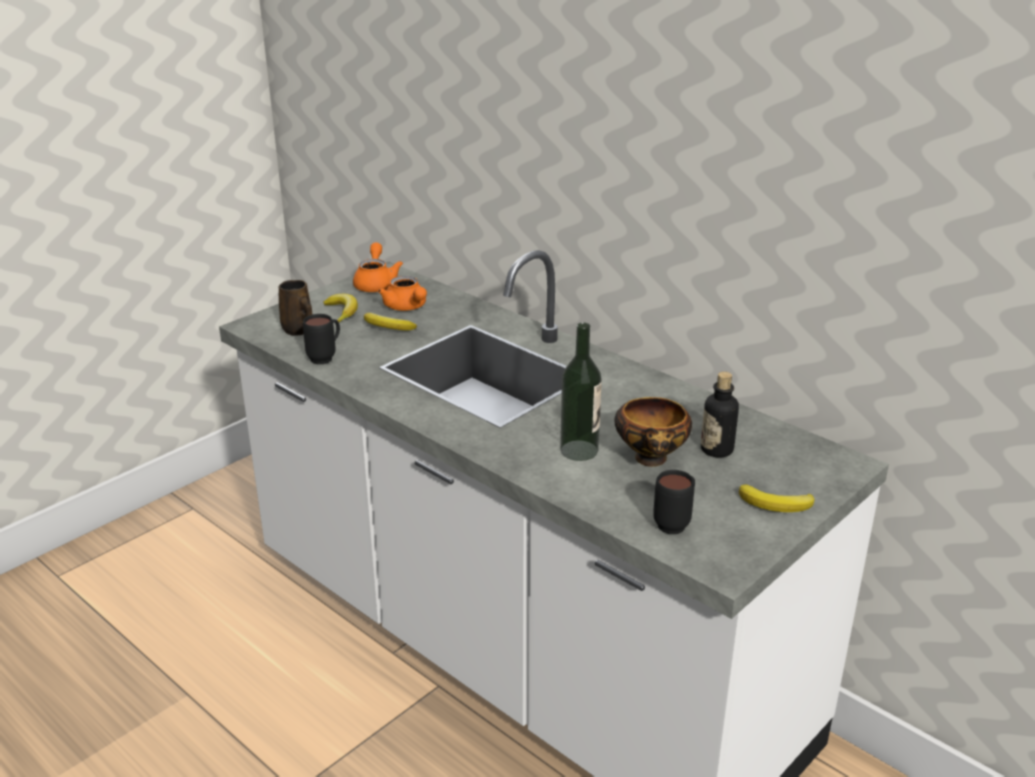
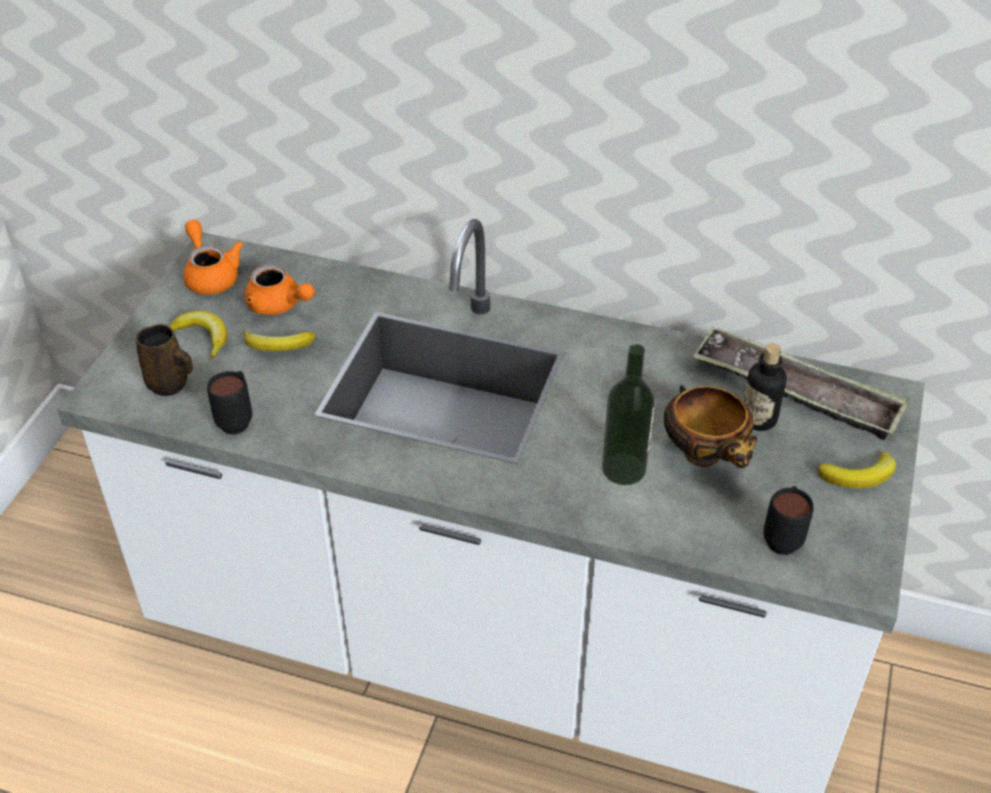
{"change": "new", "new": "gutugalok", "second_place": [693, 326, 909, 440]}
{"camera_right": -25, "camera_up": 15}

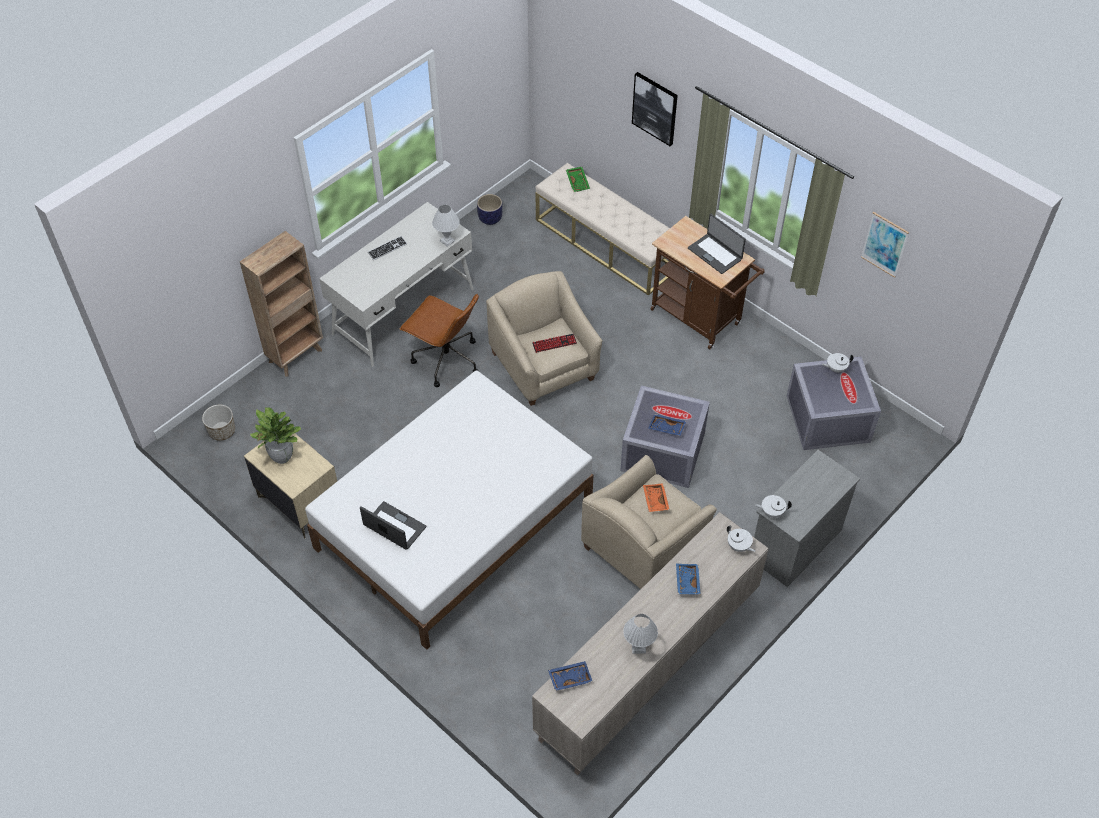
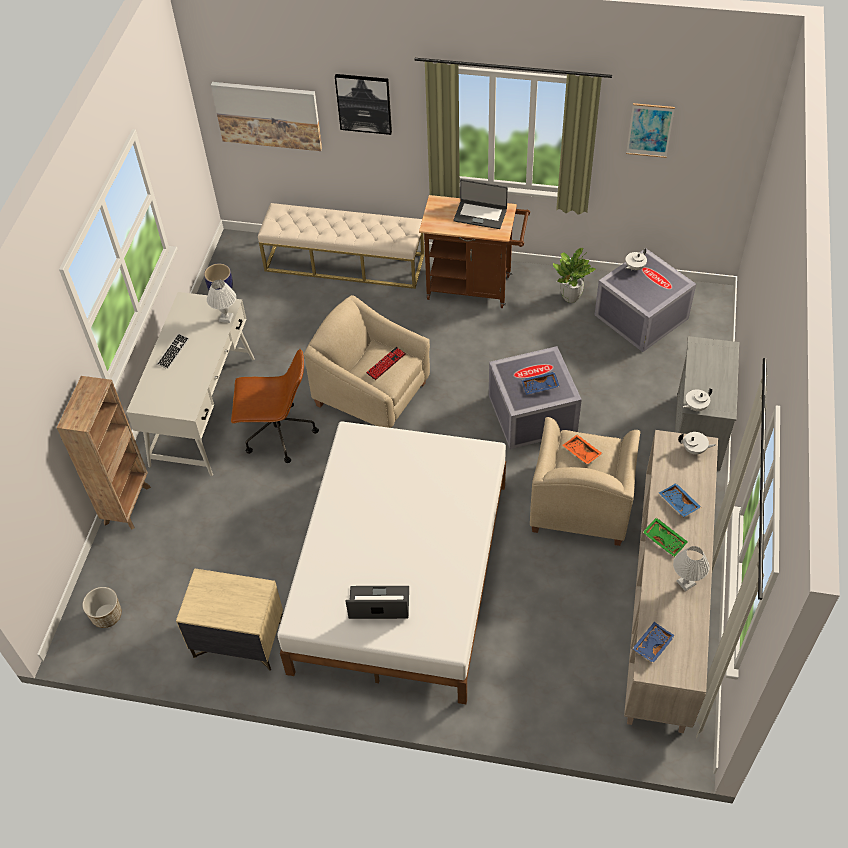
{"change": "new", "new": "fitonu", "second_place": [211, 82, 322, 151]}
{"change": "shifted", "old": "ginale", "first_place": [250, 407, 301, 464], "second_place": [553, 248, 596, 303]}
{"change": "shifted", "old": "gutugalok (green)", "first_place": [566, 167, 590, 192], "second_place": [643, 517, 688, 557]}
{"camera_right": -30, "camera_up": 0}

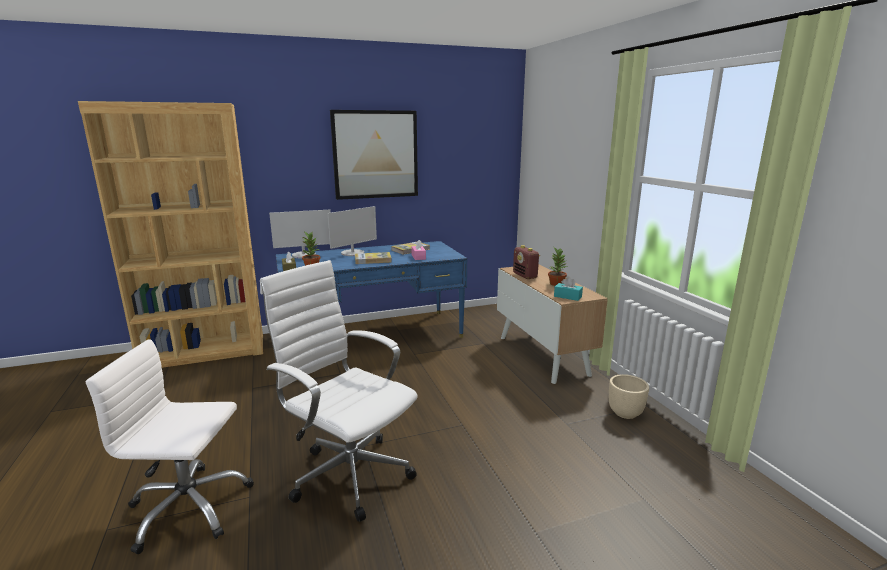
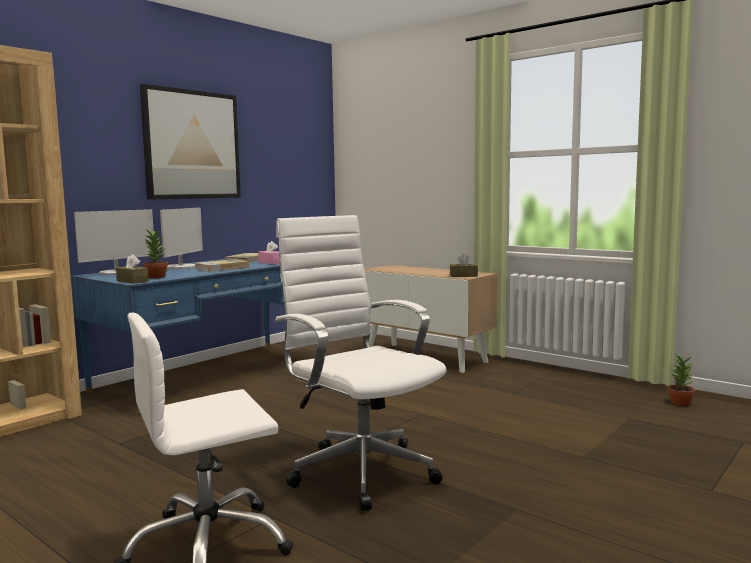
{"change": "rotated", "old": "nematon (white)", "first_place": [260, 260, 418, 522], "second_place": [275, 215, 446, 512], "degrees": 45}
{"change": "repainted", "old": "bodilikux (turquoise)", "new": "bodilikux (brown)", "first_place": [554, 277, 583, 301], "second_place": [450, 254, 478, 277]}
{"change": "shifted", "old": "ginale", "first_place": [548, 248, 568, 286], "second_place": [668, 353, 695, 406]}
{"change": "gone", "old": "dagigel", "first_place": [513, 245, 540, 279]}
{"change": "gone", "old": "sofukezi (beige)", "first_place": [609, 374, 649, 419]}
{"camera_right": -30, "camera_up": -10}

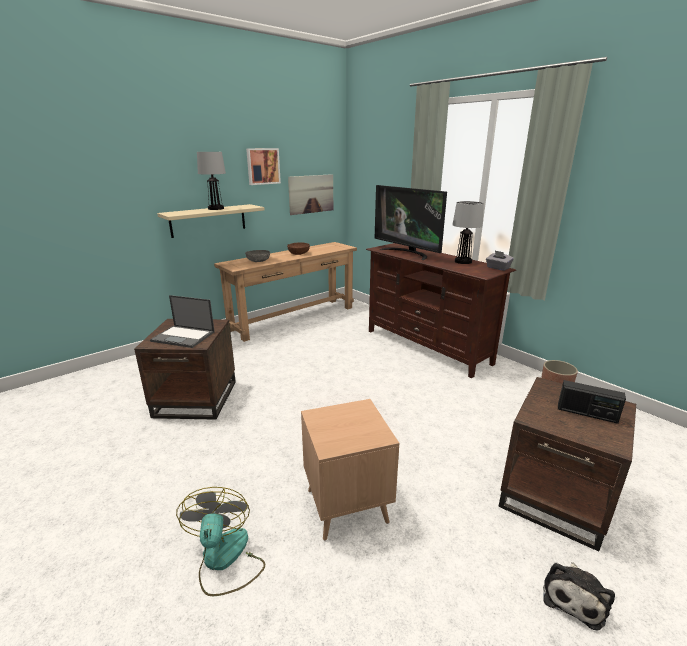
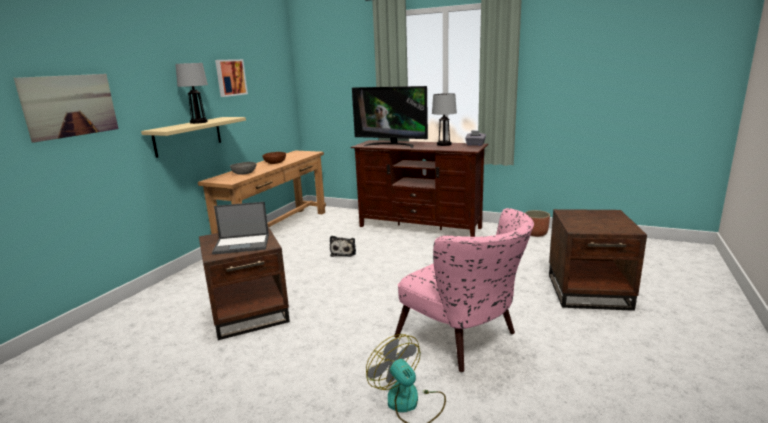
{"change": "shifted", "old": "fitonu", "first_place": [288, 174, 333, 215], "second_place": [14, 74, 119, 143]}
{"change": "shifted", "old": "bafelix", "first_place": [543, 562, 615, 630], "second_place": [330, 236, 356, 257]}
{"change": "swapped", "old": "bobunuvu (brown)", "new": "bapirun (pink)", "first_place": [301, 399, 399, 541], "second_place": [394, 208, 534, 372]}
{"change": "gone", "old": "dagigel", "first_place": [558, 380, 626, 424]}
{"camera_right": -25, "camera_up": -5}

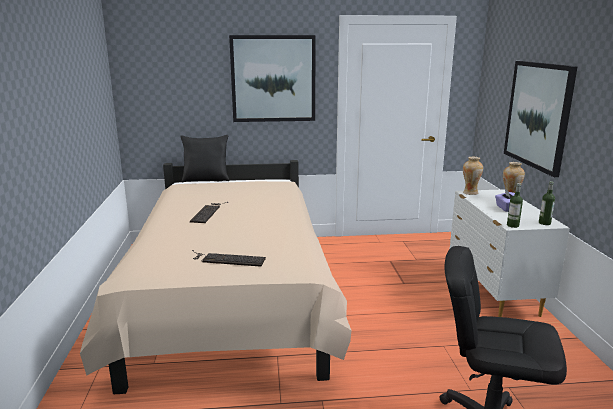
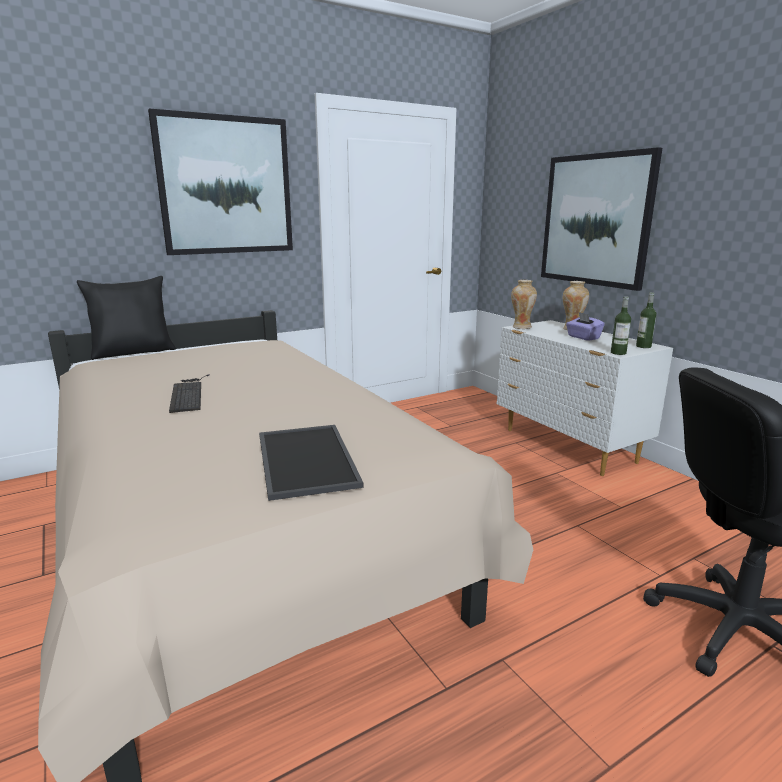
{"change": "swapped", "old": "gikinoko", "new": "gutugalok", "first_place": [192, 250, 266, 267], "second_place": [259, 425, 364, 501]}
{"camera_right": -25, "camera_up": 0}

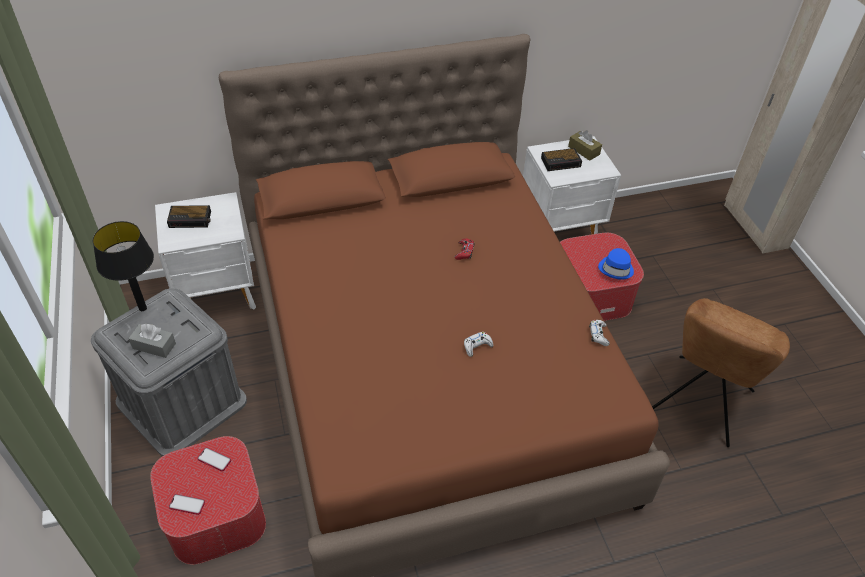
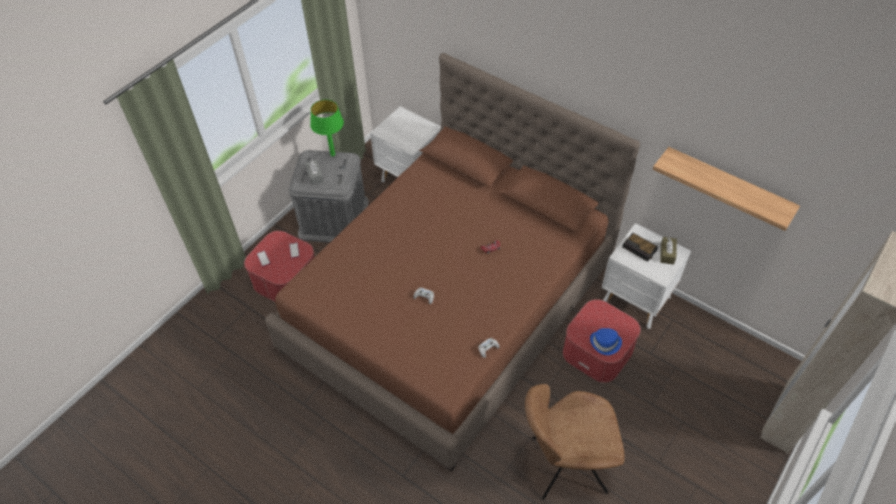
{"change": "repainted", "old": "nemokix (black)", "new": "nemokix (green)", "first_place": [93, 221, 154, 311], "second_place": [310, 100, 344, 156]}
{"change": "new", "new": "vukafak", "second_place": [653, 147, 800, 231]}
{"change": "gone", "old": "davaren", "first_place": [167, 205, 211, 228]}
{"camera_right": 55, "camera_up": 5}

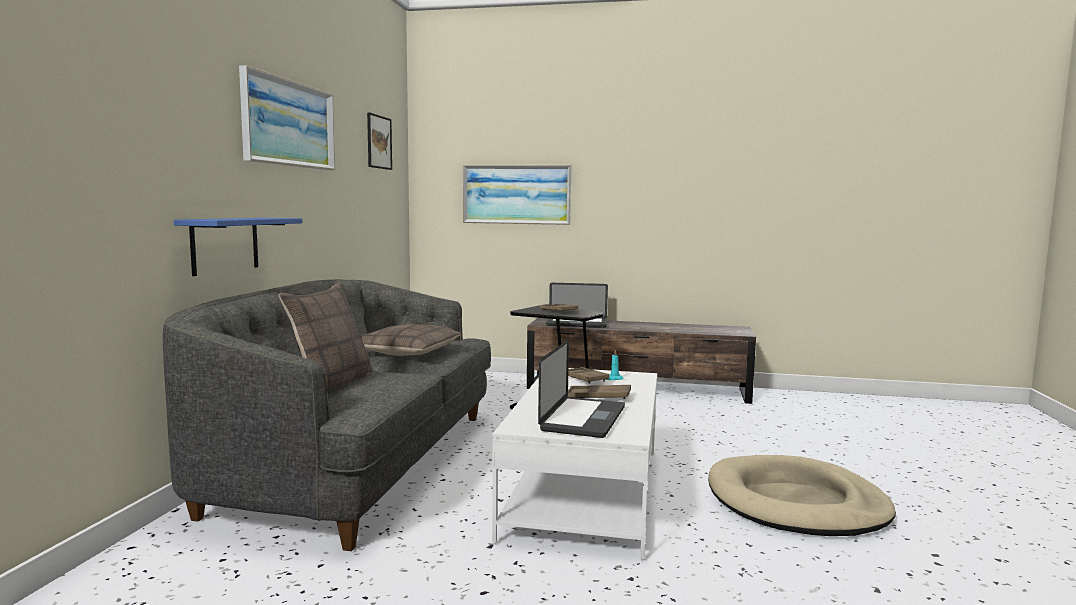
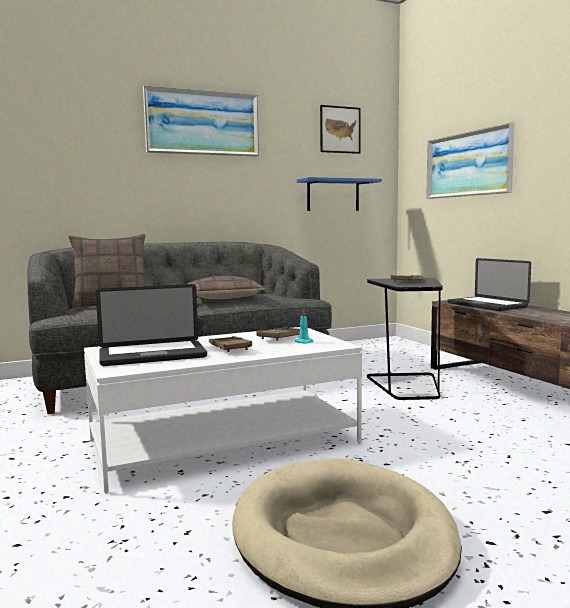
{"change": "shifted", "old": "vukafak (blue)", "first_place": [174, 218, 302, 276], "second_place": [297, 177, 382, 211]}
{"camera_right": 55, "camera_up": 0}

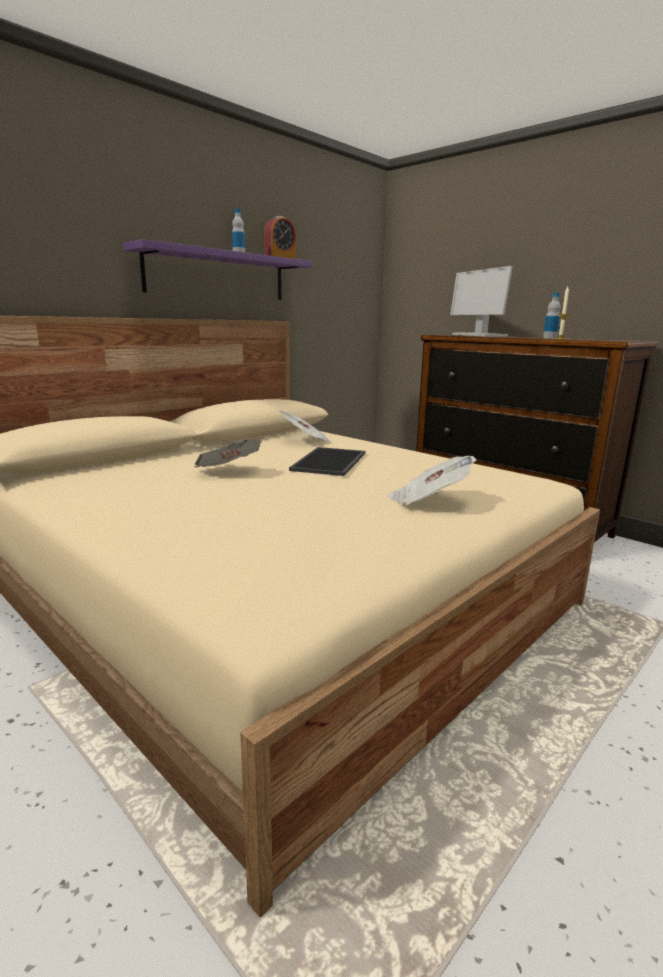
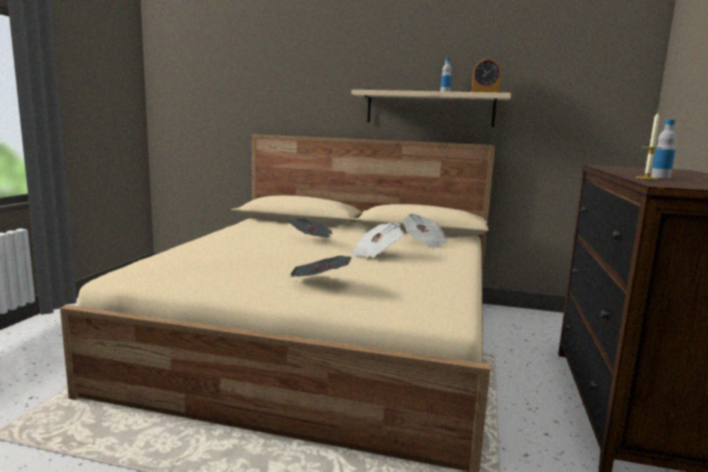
{"change": "swapped", "old": "gutugalok", "new": "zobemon", "first_place": [289, 447, 365, 476], "second_place": [350, 222, 404, 257]}
{"change": "repainted", "old": "vukafak (purple)", "new": "vukafak (beige)", "first_place": [123, 239, 312, 300], "second_place": [351, 90, 511, 127]}
{"change": "gone", "old": "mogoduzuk", "first_place": [450, 266, 513, 337]}
{"camera_right": 60, "camera_up": -5}

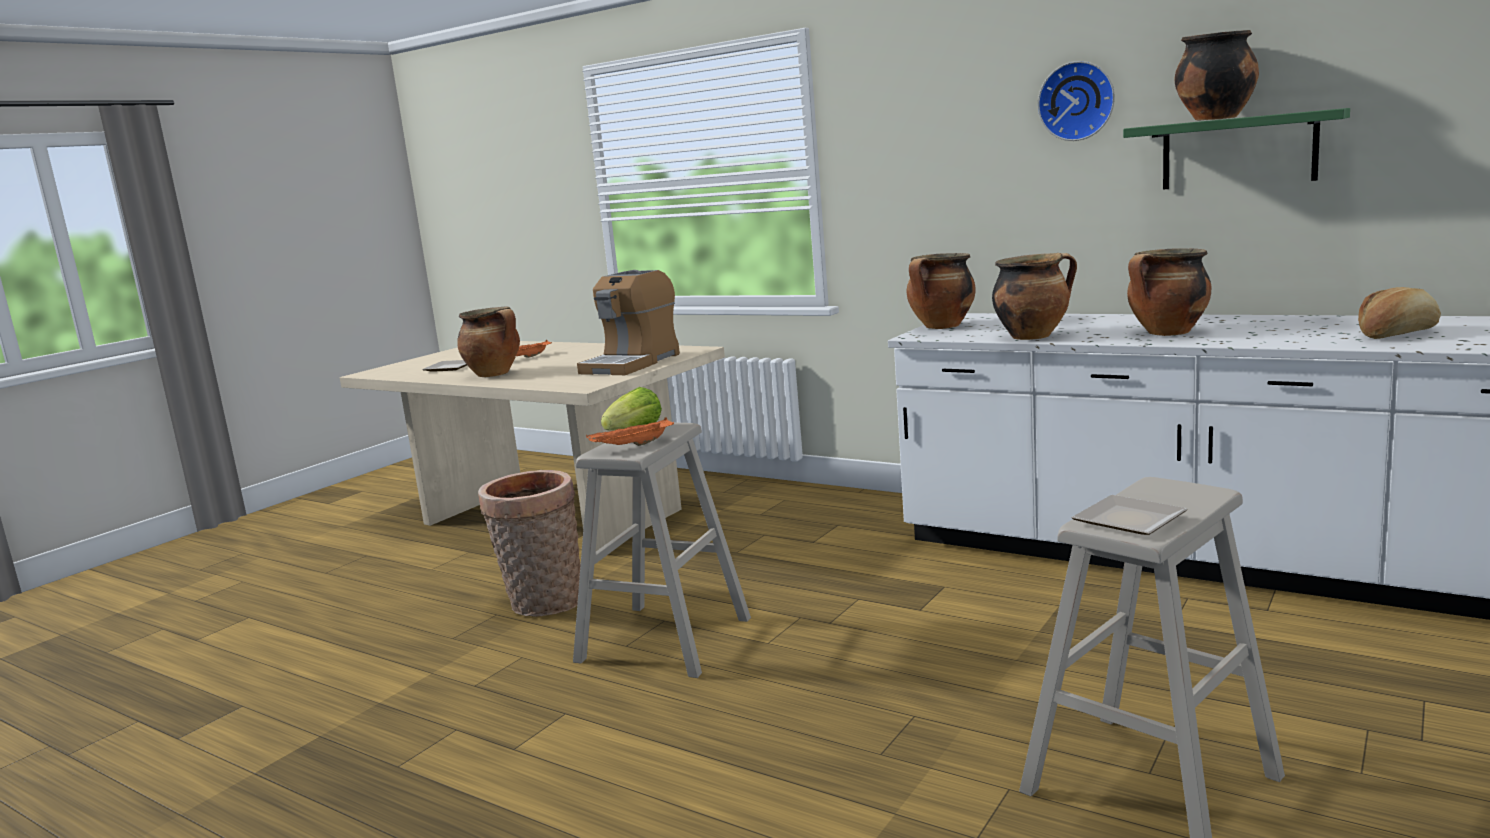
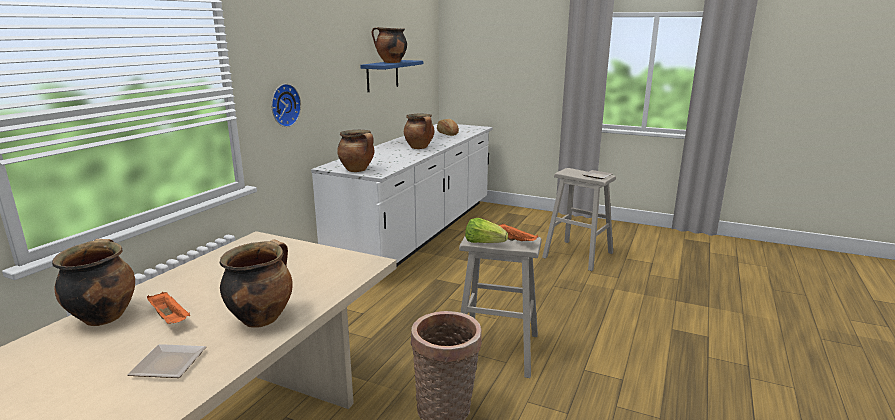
{"change": "shifted", "old": "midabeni", "first_place": [992, 253, 1077, 340], "second_place": [52, 239, 135, 326]}
{"change": "shifted", "old": "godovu", "first_place": [1038, 61, 1115, 141], "second_place": [271, 84, 301, 127]}
{"change": "repainted", "old": "vukafak (green)", "new": "vukafak (blue)", "first_place": [1123, 108, 1350, 189], "second_place": [360, 60, 423, 92]}
{"change": "gone", "old": "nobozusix", "first_place": [577, 270, 680, 375]}
{"camera_right": -100, "camera_up": 5}

